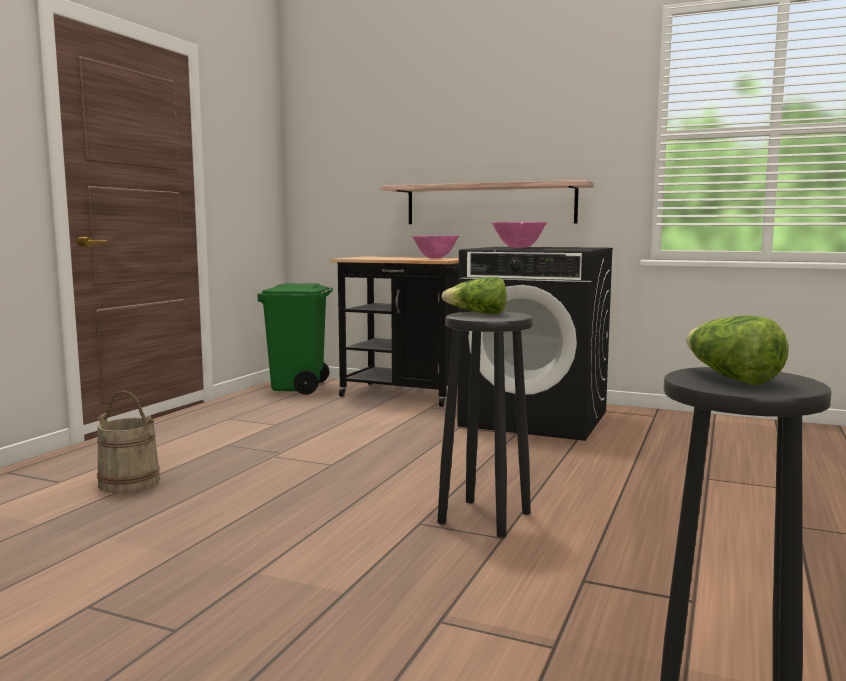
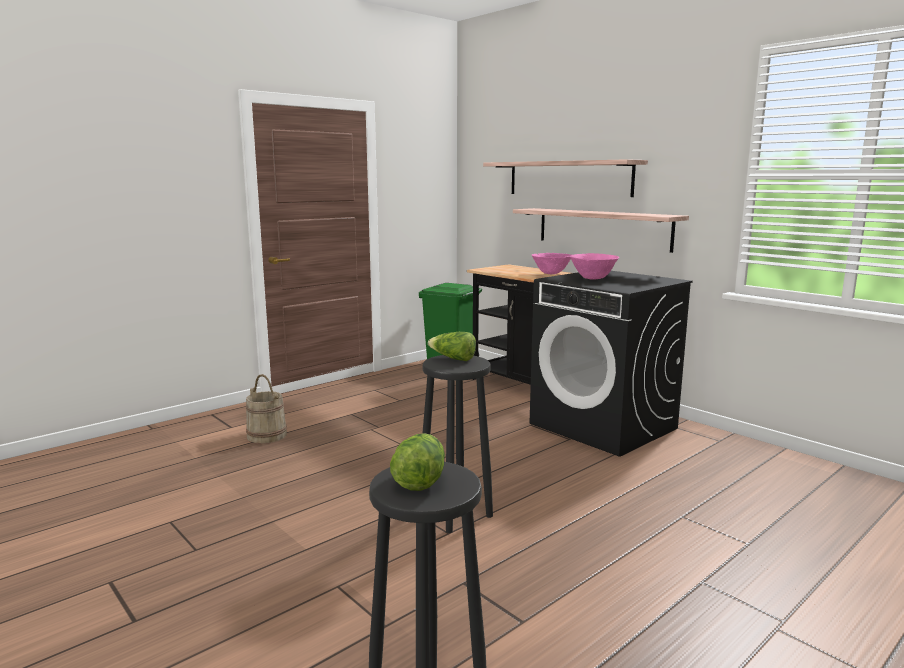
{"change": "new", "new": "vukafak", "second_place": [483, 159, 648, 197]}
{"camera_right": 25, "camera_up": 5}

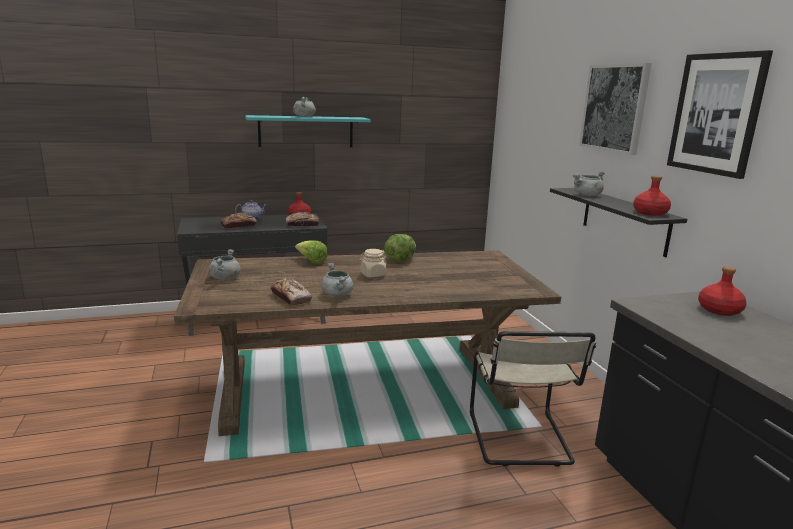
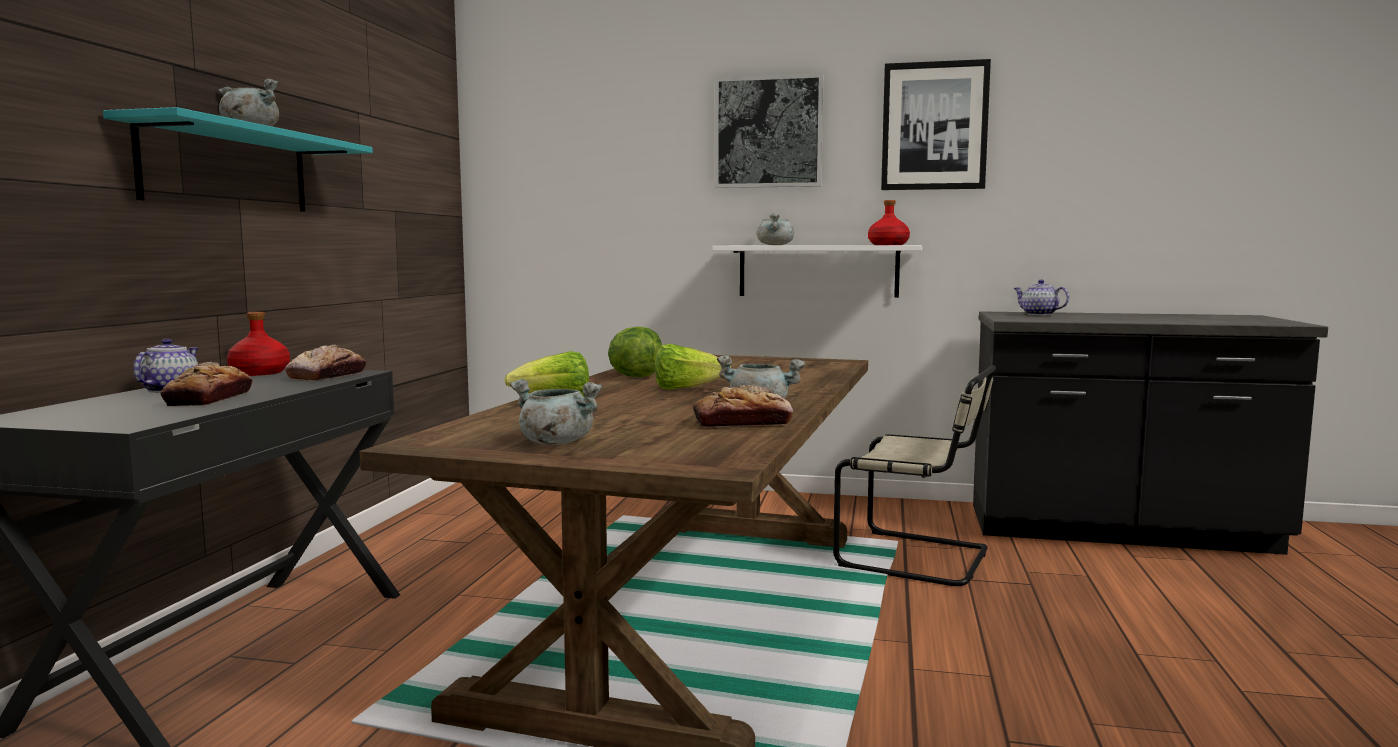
{"change": "swapped", "old": "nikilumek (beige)", "new": "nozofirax", "first_place": [360, 249, 387, 278], "second_place": [655, 344, 731, 390]}
{"change": "repainted", "old": "vukafak (black)", "new": "vukafak (white)", "first_place": [550, 188, 687, 258], "second_place": [712, 245, 922, 298]}
{"change": "swapped", "old": "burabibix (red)", "new": "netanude", "first_place": [698, 266, 747, 316], "second_place": [1014, 280, 1069, 315]}
{"camera_right": -60, "camera_up": -10}

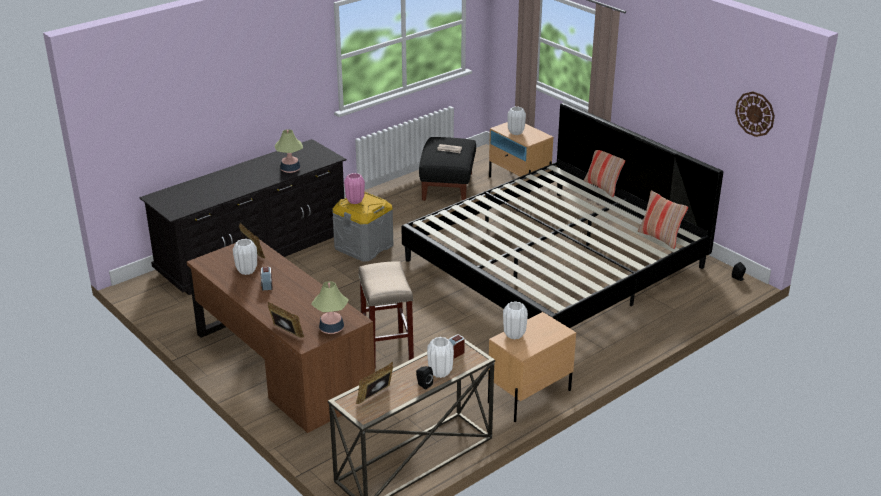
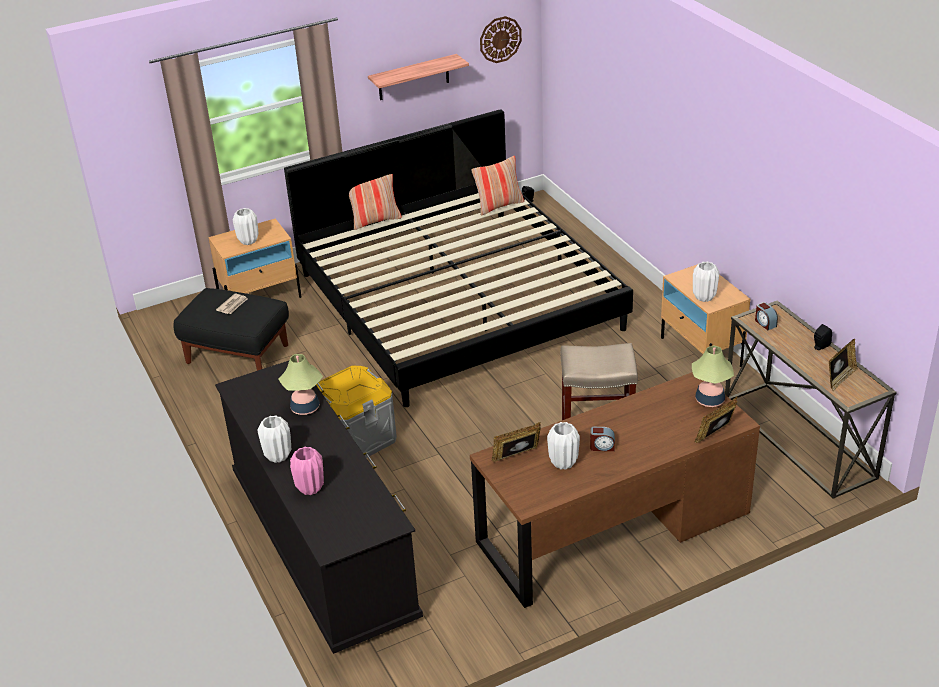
{"change": "shifted", "old": "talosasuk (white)", "first_place": [427, 337, 454, 378], "second_place": [257, 415, 291, 463]}
{"change": "shifted", "old": "talosasuk (pink)", "first_place": [344, 173, 365, 204], "second_place": [290, 447, 324, 495]}
{"change": "new", "new": "vukafak", "second_place": [368, 54, 469, 100]}
{"change": "rotated", "old": "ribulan", "first_place": [356, 362, 393, 404], "second_place": [829, 339, 858, 391], "degrees": -105}
{"camera_right": -75, "camera_up": 5}

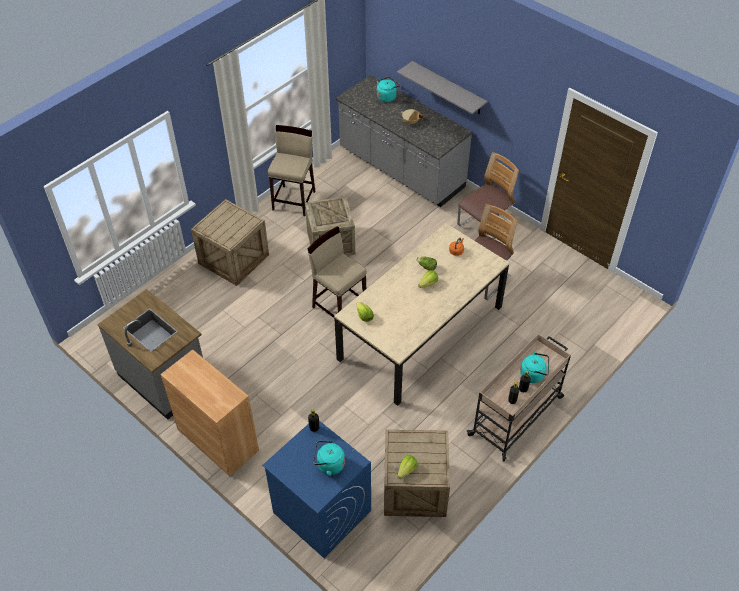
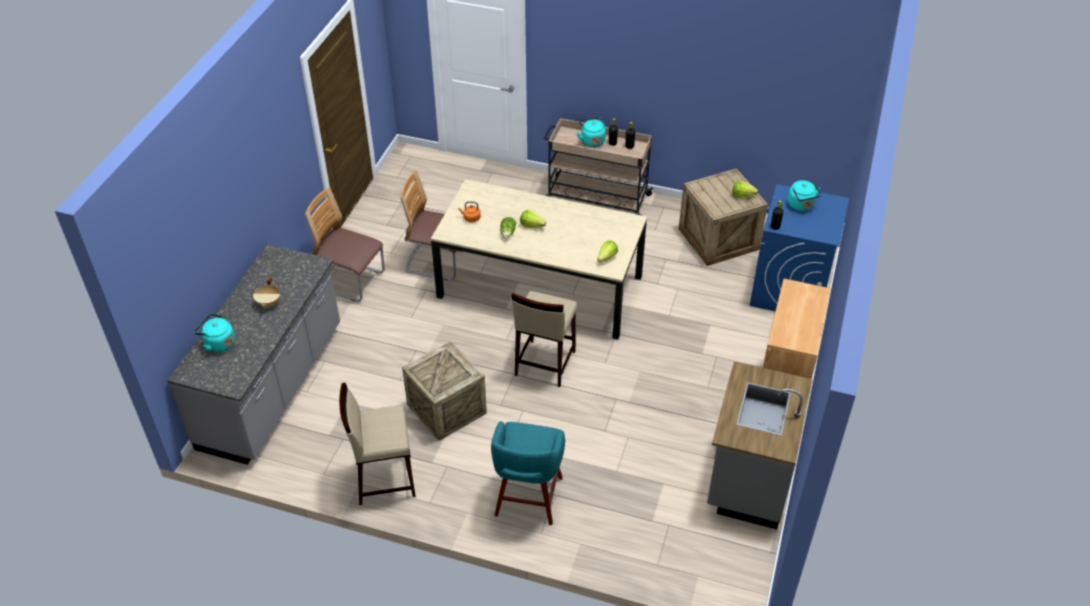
{"change": "swapped", "old": "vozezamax", "new": "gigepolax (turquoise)", "first_place": [191, 199, 269, 286], "second_place": [491, 421, 565, 525]}
{"change": "gone", "old": "vukafak (grey)", "first_place": [397, 61, 488, 114]}
{"camera_right": -115, "camera_up": -5}

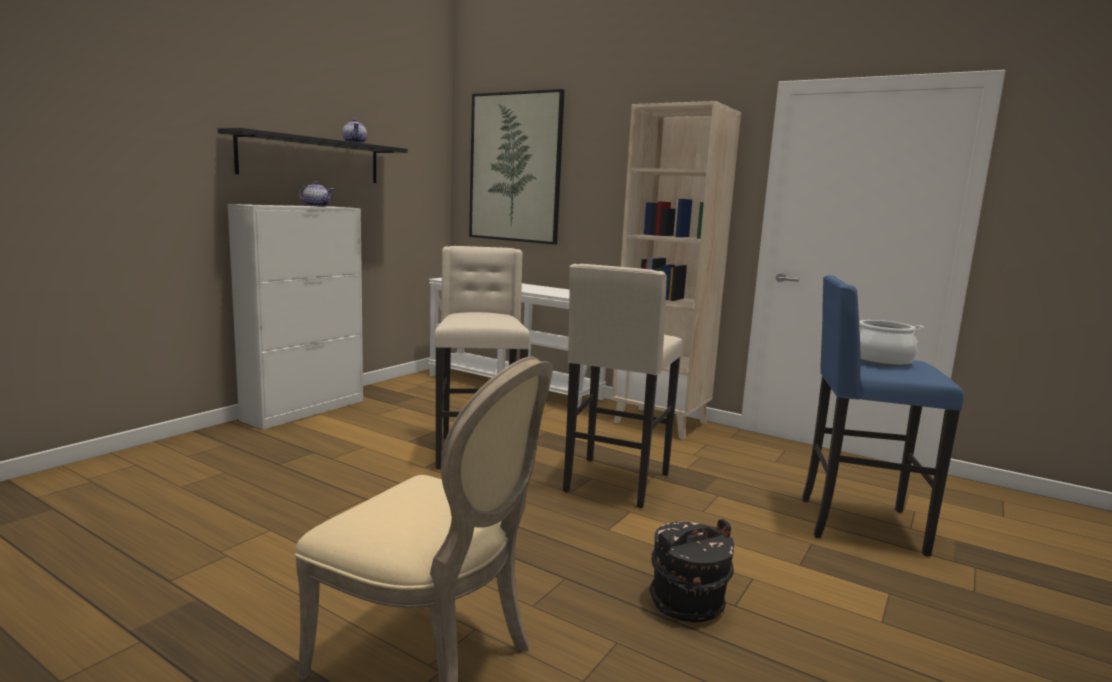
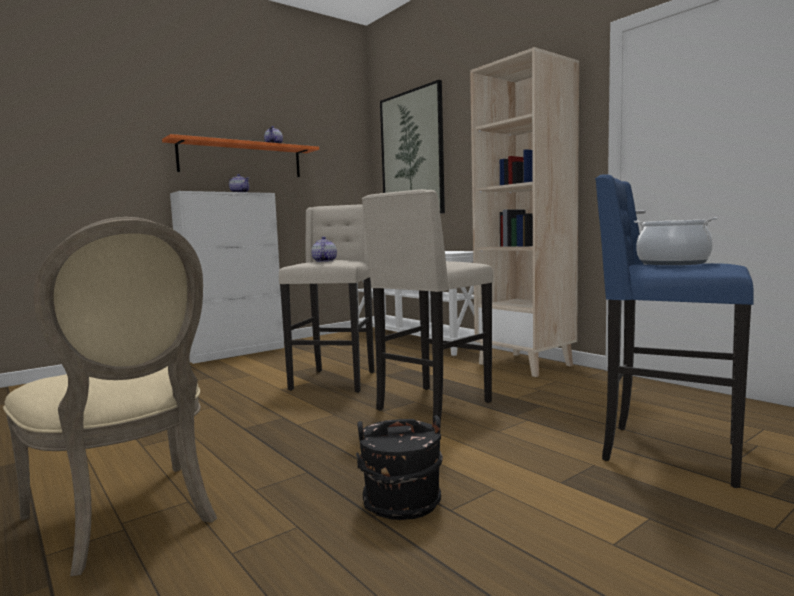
{"change": "repainted", "old": "vukafak (black)", "new": "vukafak (orange)", "first_place": [218, 128, 408, 183], "second_place": [162, 134, 319, 177]}
{"change": "new", "new": "netanude", "second_place": [311, 237, 337, 262]}
{"camera_right": 20, "camera_up": -5}

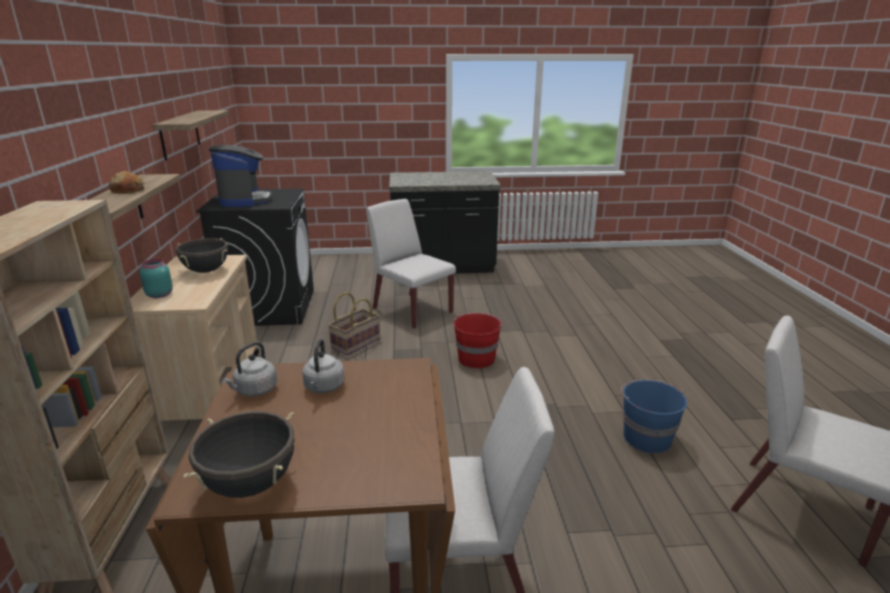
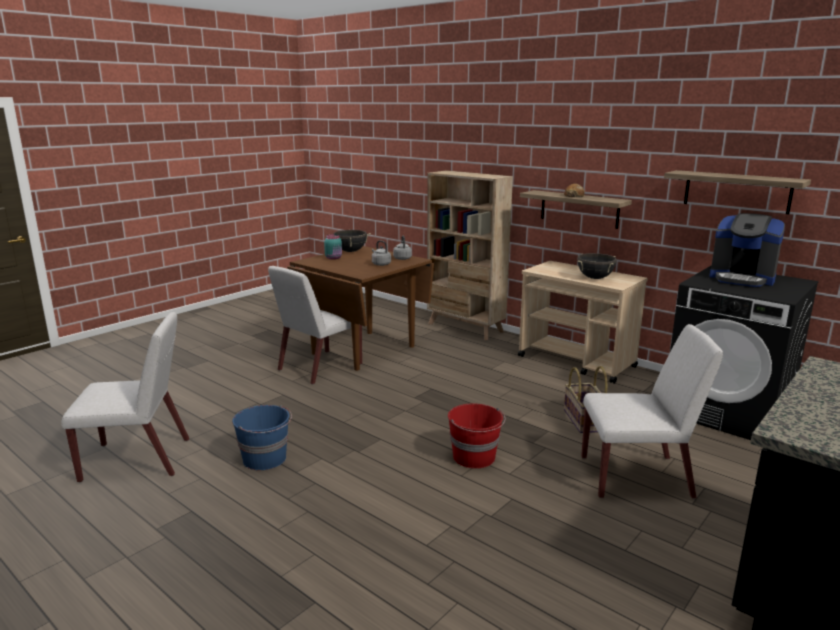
{"change": "shifted", "old": "nikilumek (turquoise)", "first_place": [140, 259, 173, 298], "second_place": [324, 234, 342, 260]}
{"camera_right": 135, "camera_up": -5}

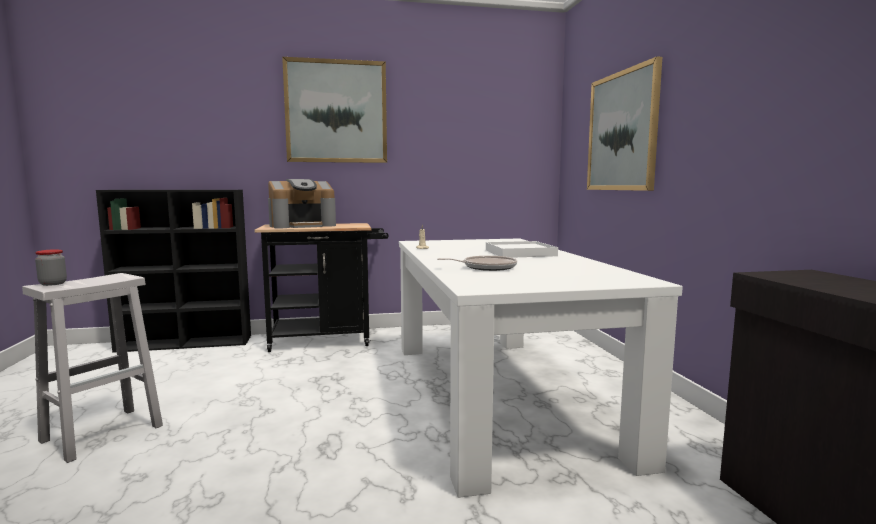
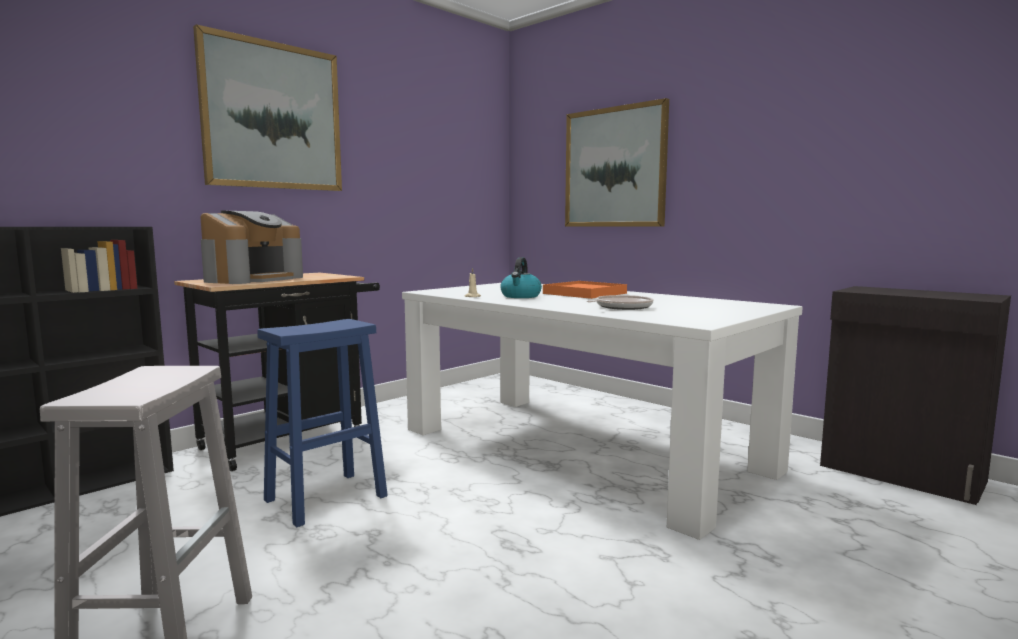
{"change": "new", "new": "gigepolax (blue)", "second_place": [257, 319, 388, 527]}
{"change": "new", "new": "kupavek", "second_place": [500, 257, 542, 298]}
{"change": "repainted", "old": "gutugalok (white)", "new": "gutugalok (orange)", "first_place": [486, 241, 558, 258], "second_place": [543, 281, 627, 299]}
{"change": "gone", "old": "nikilumek", "first_place": [35, 249, 67, 286]}
{"camera_right": -35, "camera_up": 0}

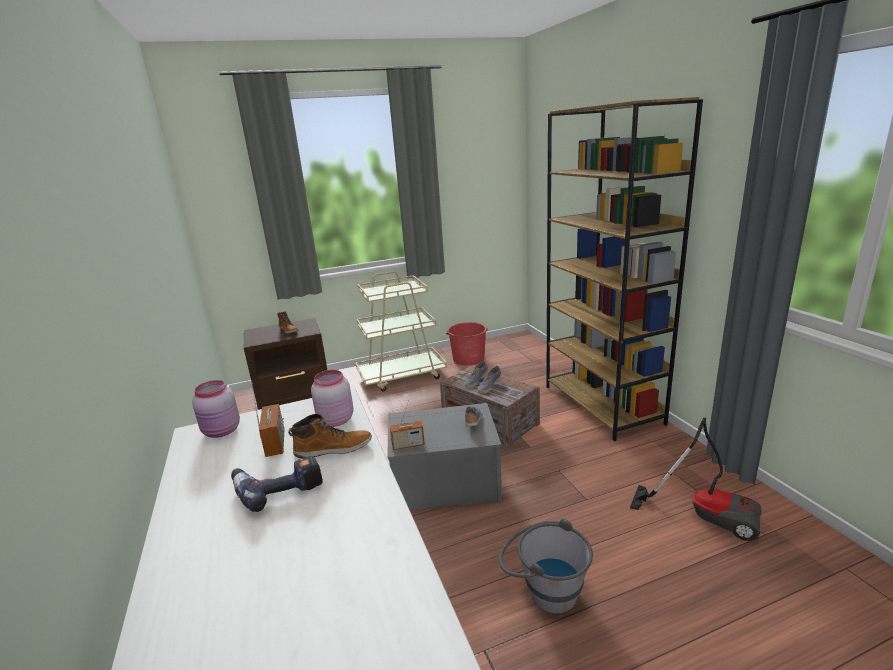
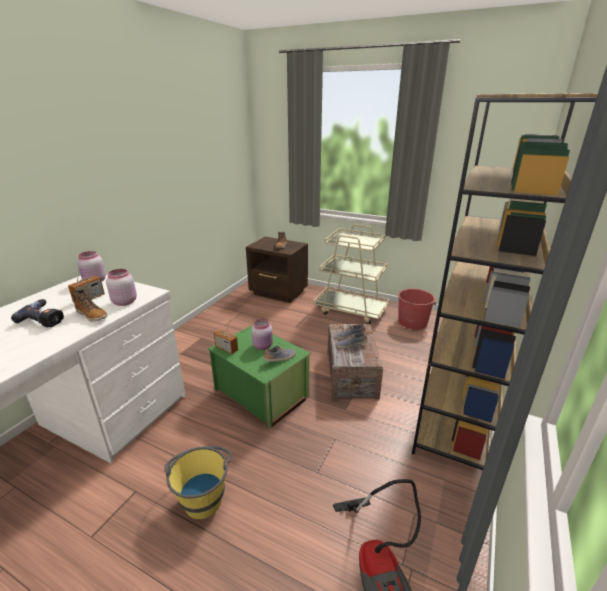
{"change": "repainted", "old": "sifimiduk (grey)", "new": "sifimiduk (yellow)", "first_place": [499, 518, 593, 613], "second_place": [164, 446, 232, 519]}
{"change": "repainted", "old": "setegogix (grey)", "new": "setegogix (green)", "first_place": [387, 403, 502, 512], "second_place": [208, 324, 311, 428]}
{"change": "new", "new": "nikilumek (pink)", "second_place": [251, 319, 273, 350]}
{"camera_right": 45, "camera_up": 5}

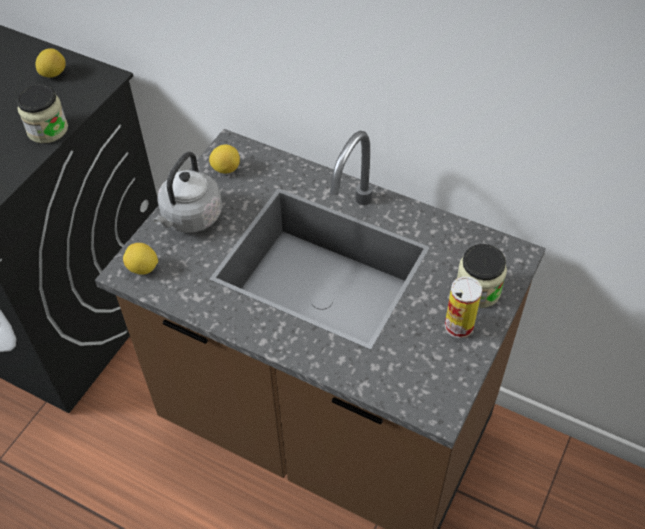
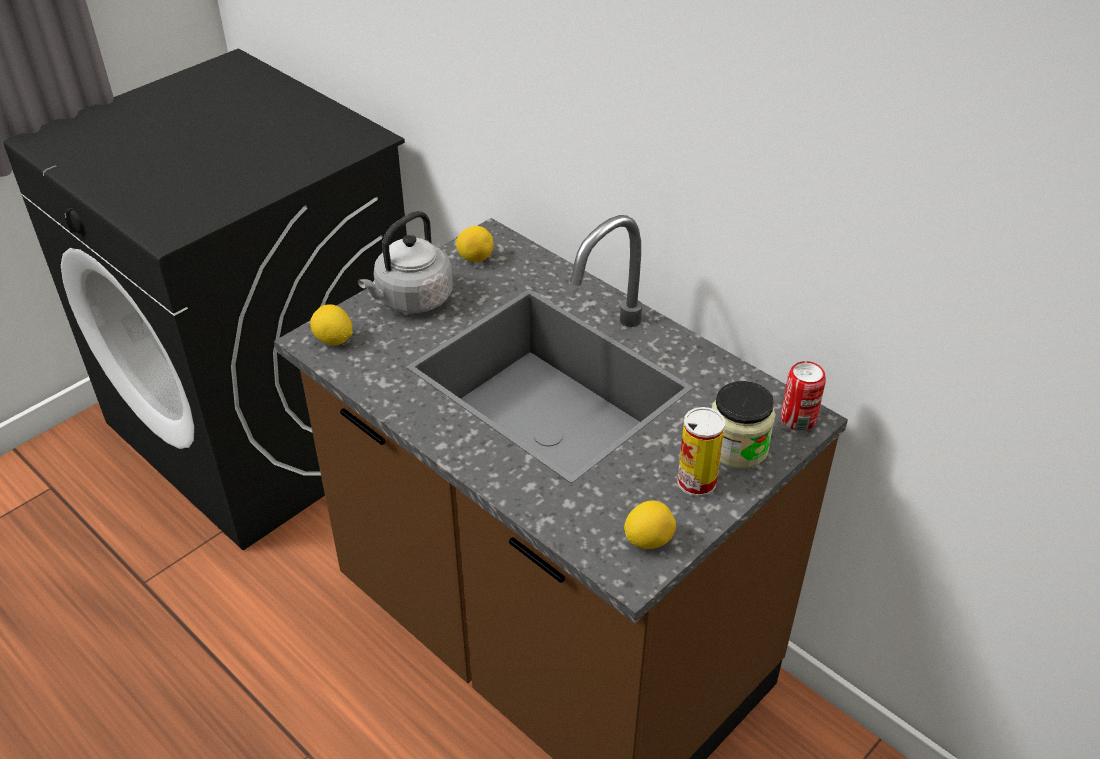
{"change": "shifted", "old": "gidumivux", "first_place": [35, 48, 66, 78], "second_place": [624, 501, 676, 549]}
{"change": "new", "new": "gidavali", "second_place": [781, 361, 826, 431]}
{"change": "gone", "old": "nikilumek", "first_place": [17, 84, 68, 143]}
{"camera_right": 15, "camera_up": -10}

